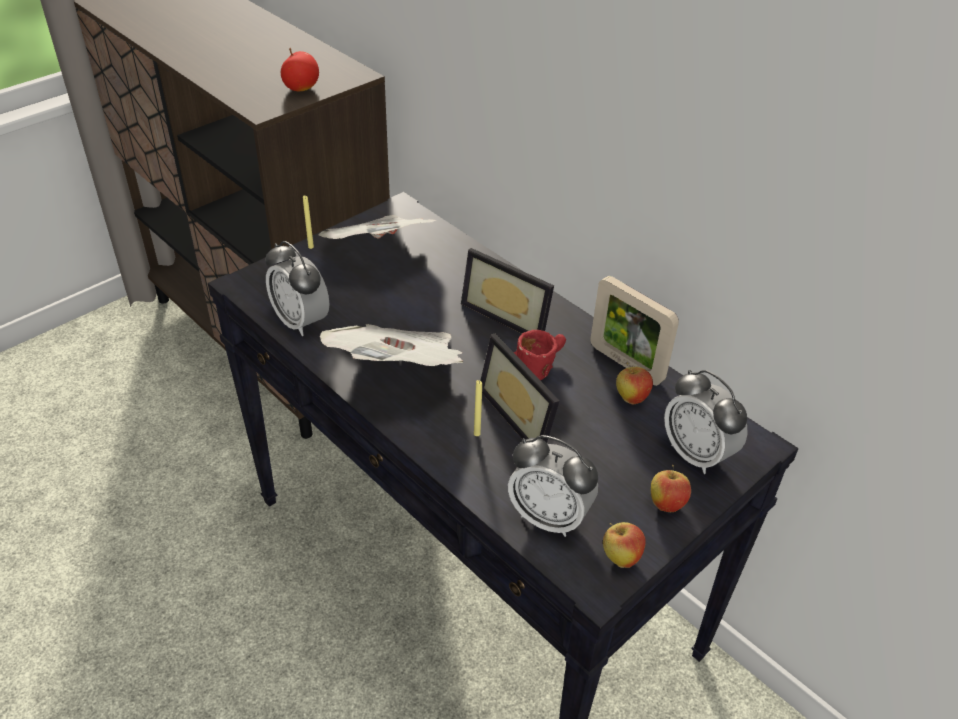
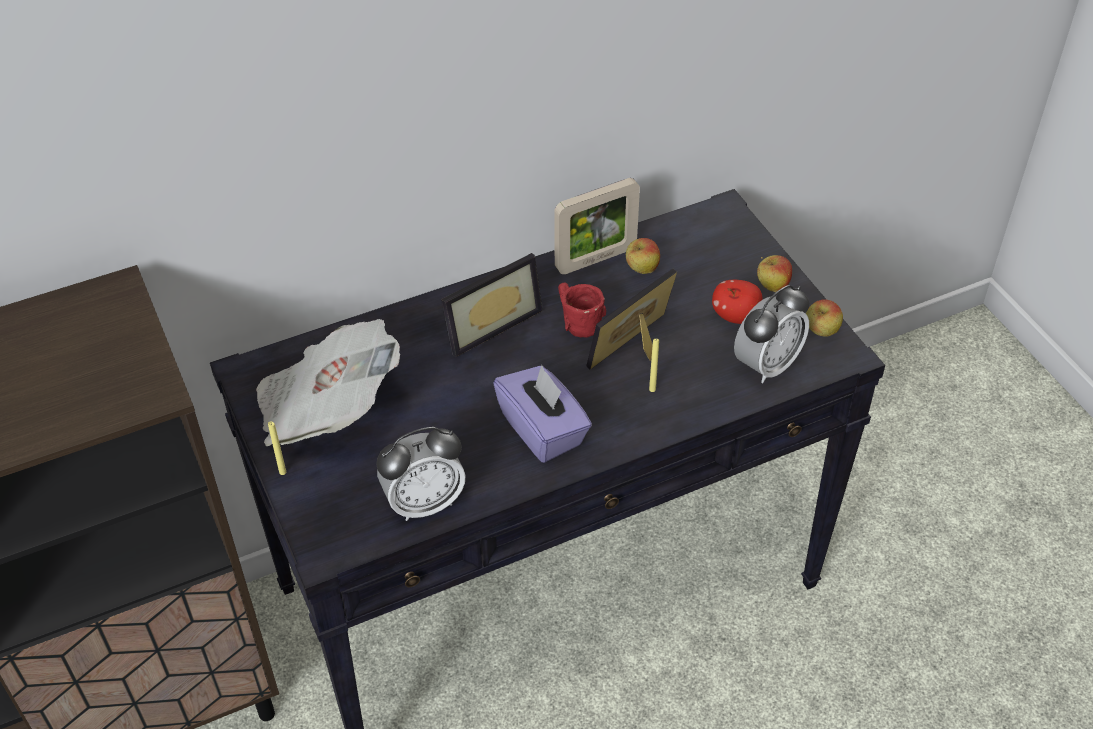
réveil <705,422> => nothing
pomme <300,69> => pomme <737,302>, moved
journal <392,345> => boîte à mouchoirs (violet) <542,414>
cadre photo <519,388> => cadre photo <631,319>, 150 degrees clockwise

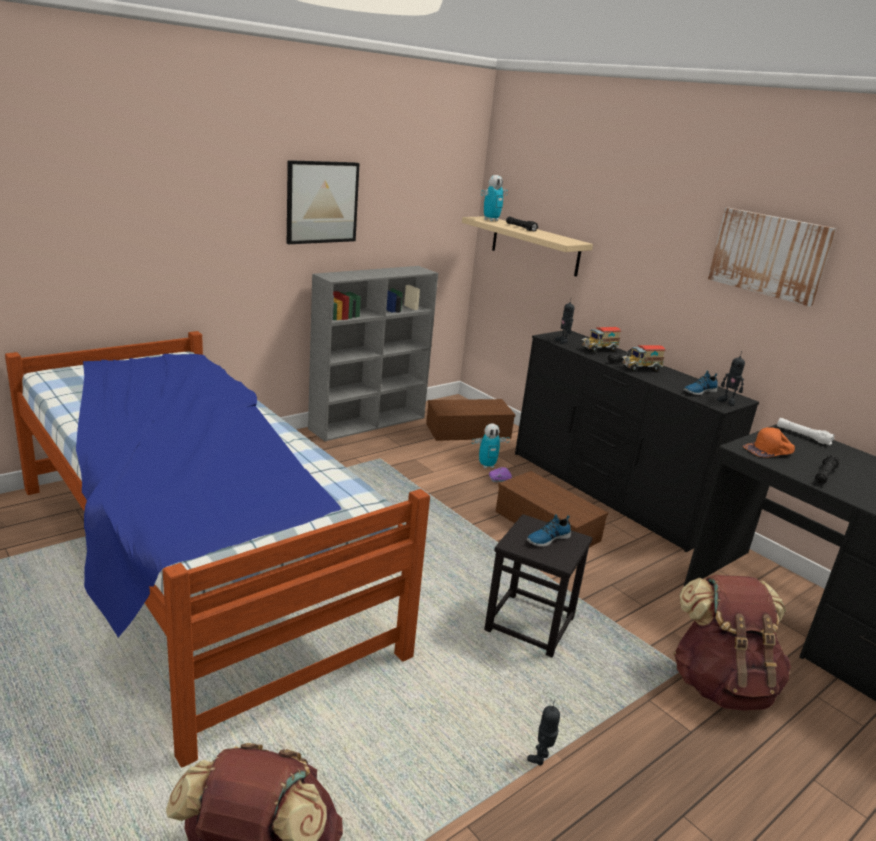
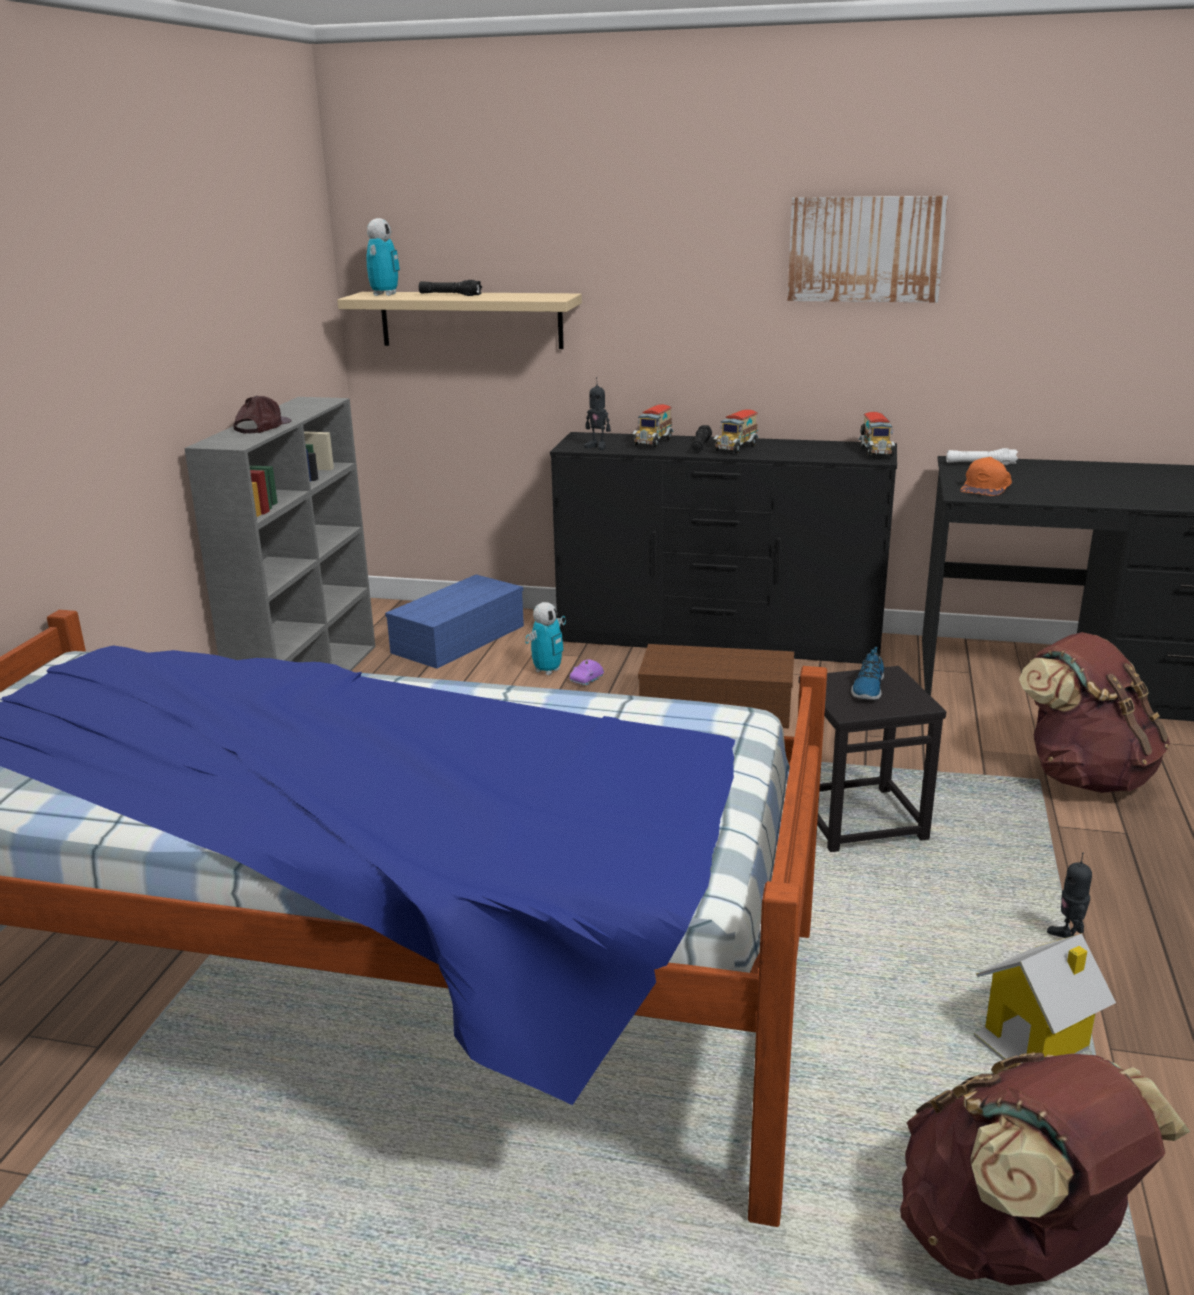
tableau <323,202> => nothing
chaussure <700,382> => nothing
lampe de poche (noir) <827,469> => nothing
nothing => casquette (marron) <262,414>
nothing => maison miniature <1045,1000>
robot jouet <731,378> => camion jouet <876,434>
boîte de rangement (marron) <470,420> => boîte de rangement (bleu) <454,622>

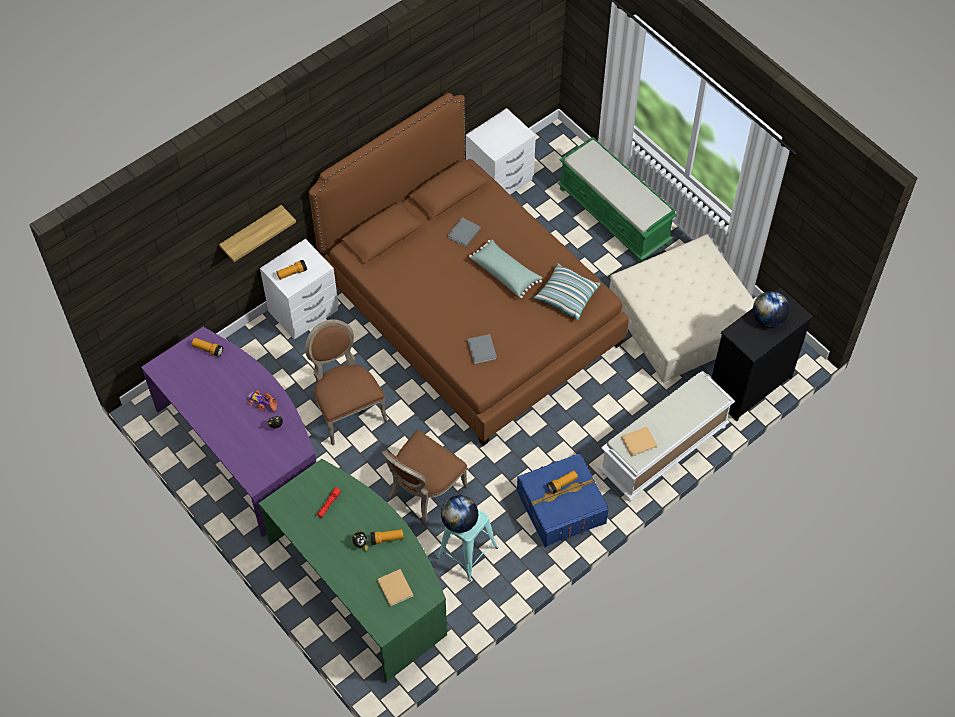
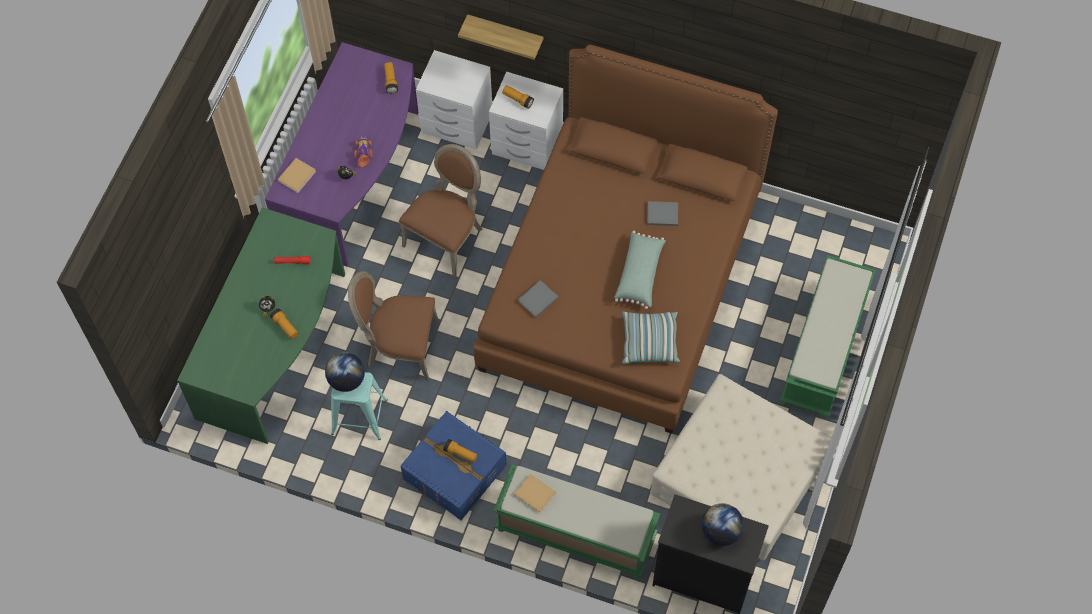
livre (beige) <395,588> => livre (beige) <297,175>, moved
table de chevet (blanc) <501,151> => table de chevet (blanc) <454,100>, moved
banc (blanc) <666,435> => banc (vert) <576,521>

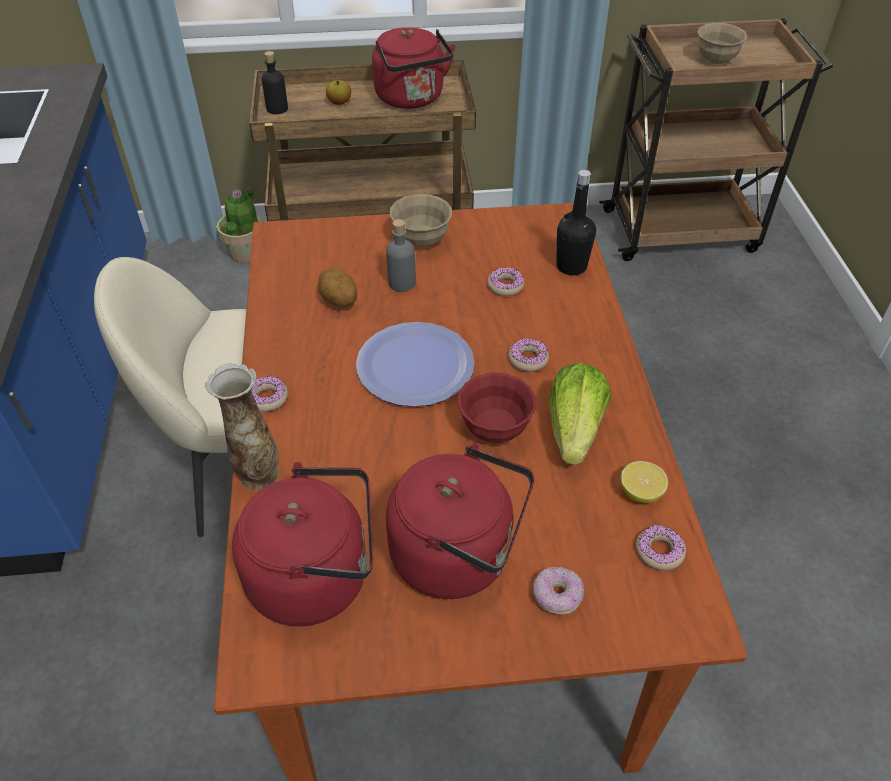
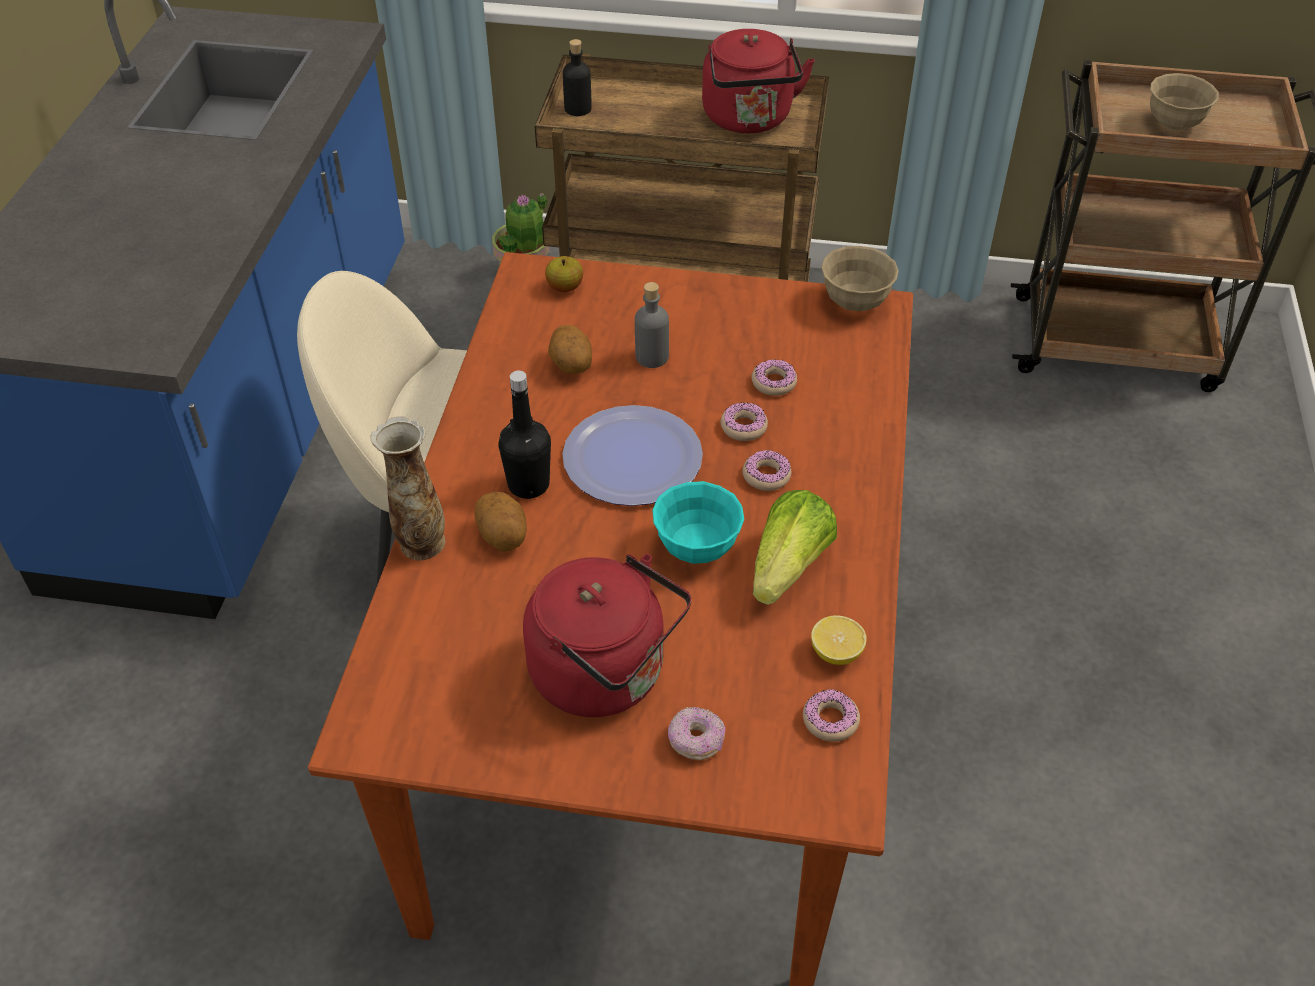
bouilloire (rouge) <302,544> => nothing
nothing => pomme de terre <501,522>
beignet <269,394> => beignet <744,421>, moved
pomme <338,92> => pomme <564,274>, moved
bol (beige) <421,220> => bol (beige) <860,278>, moved
bouteille (noir) <576,222> => bouteille (noir) <524,434>, moved
bol (rouge) <497,407> => bol (turquoise) <698,522>

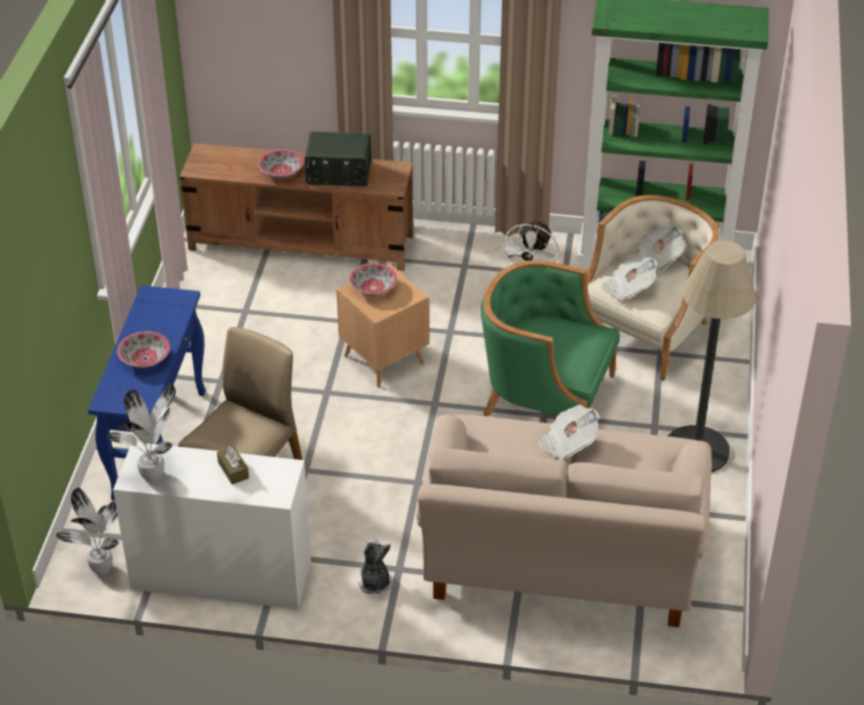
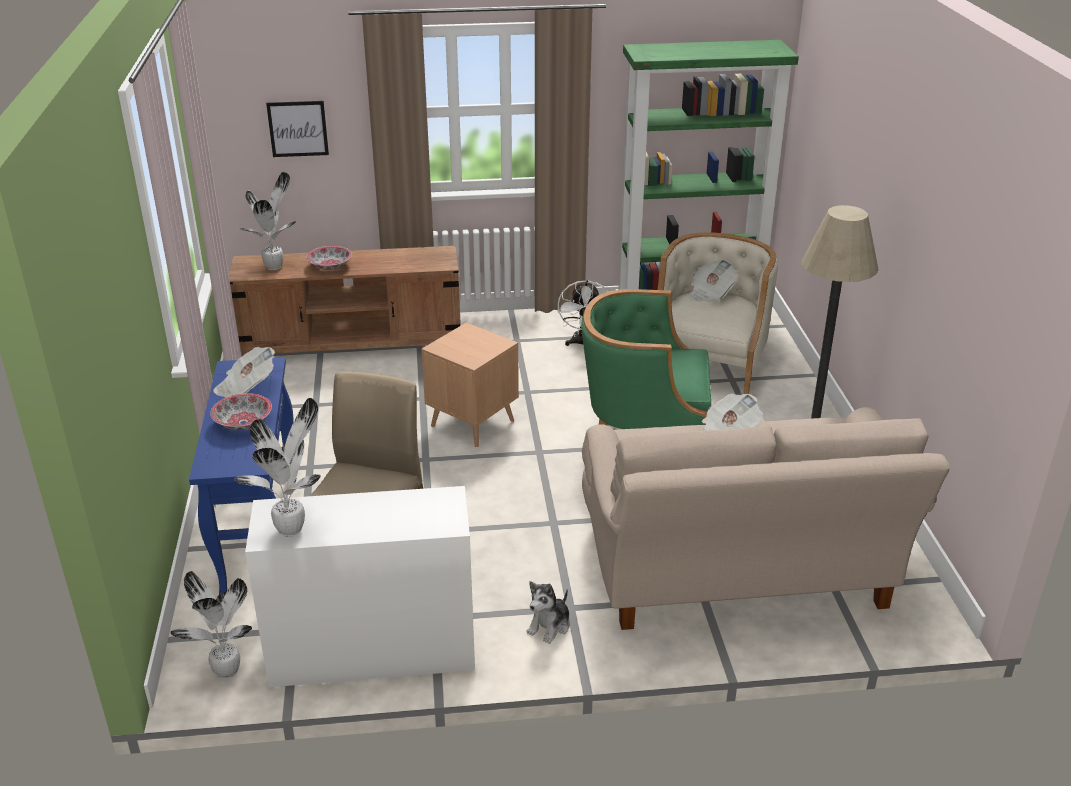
boîte à mouchoirs (marron) <233,465> => nothing
radio <337,159> => nothing
bol <373,279> => nothing
nothing => plante en pot <267,221>
nothing => tableau <297,129>
journal <630,278> => journal <244,372>, moved
peluche <375,566> => peluche <548,612>, 120 degrees counterclockwise

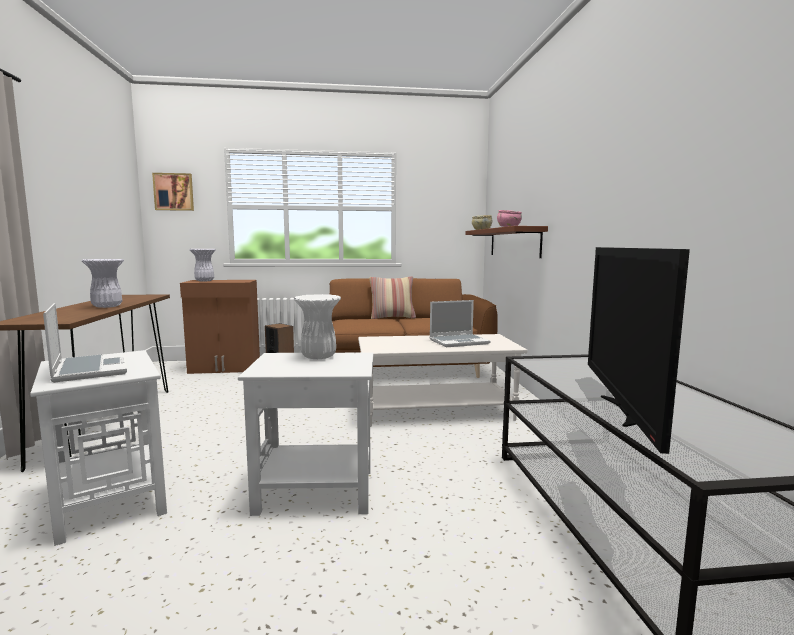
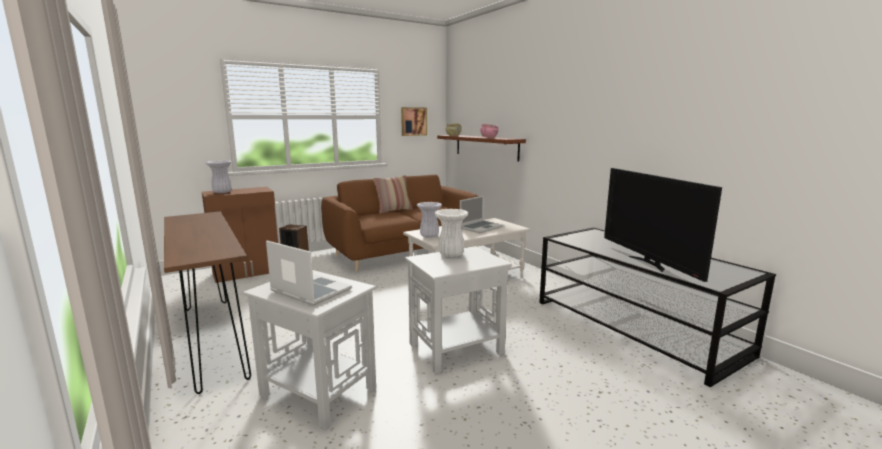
vase (blanc) <102,283> => vase (blanc) <429,220>, moved
tableau <173,192> => tableau <414,121>, moved

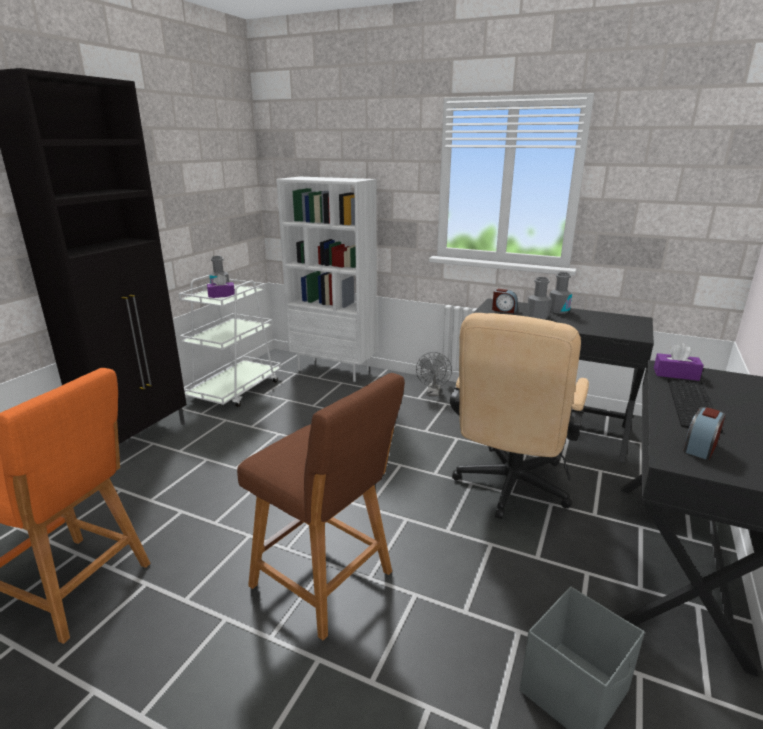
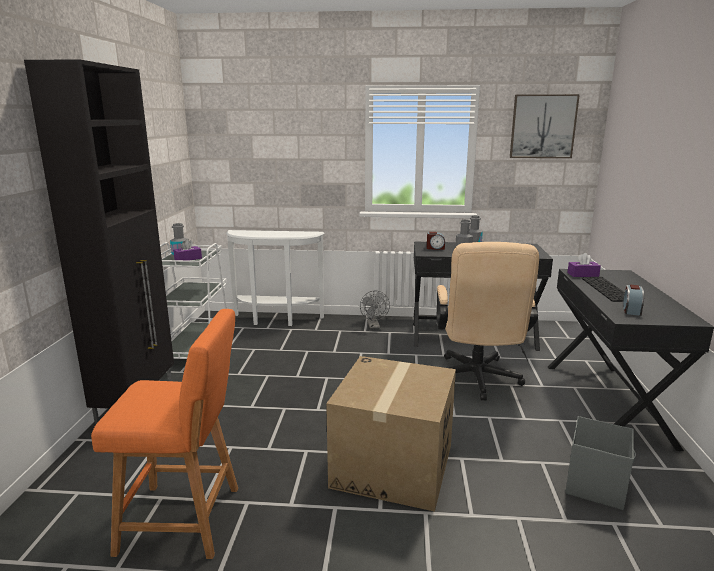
nothing => tableau <545,126>
tabouret (marron) <321,506> => carton <391,434>
bibliothèque (blanc) <326,279> => table console (blanc) <275,278>

